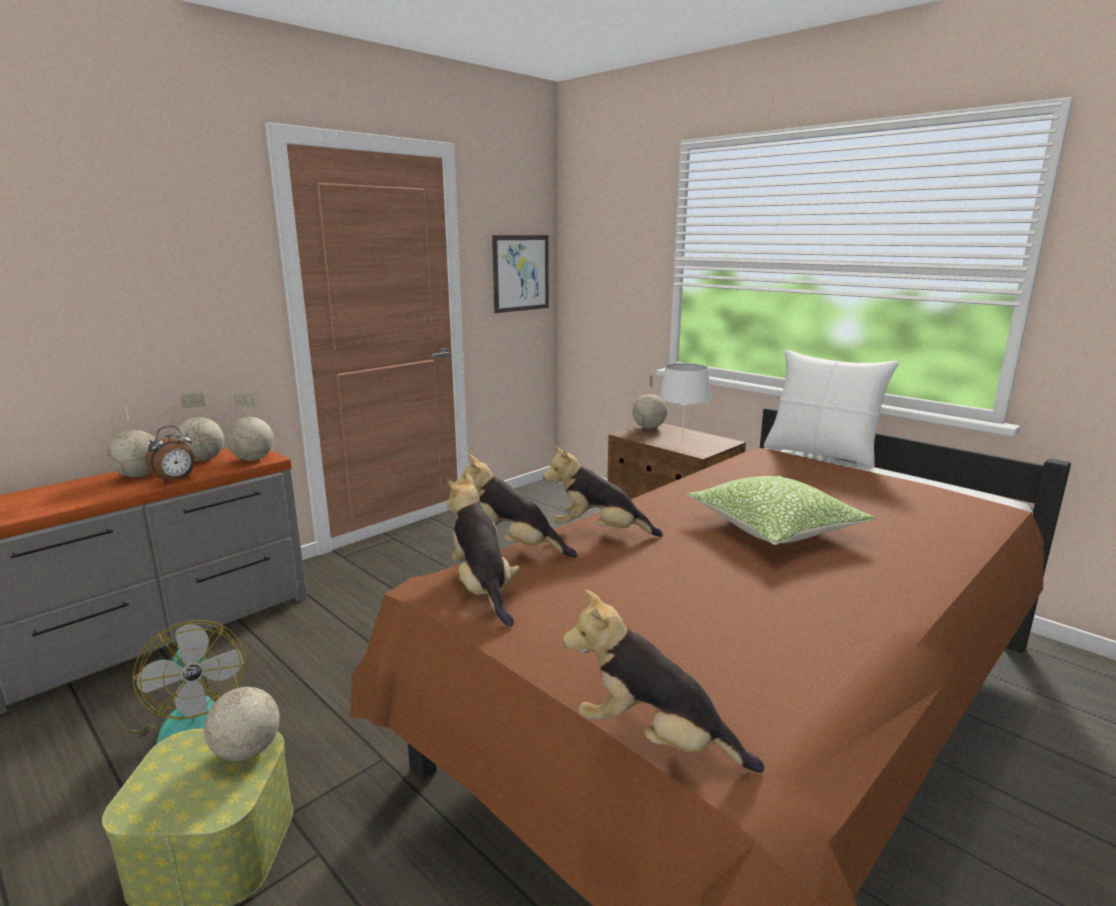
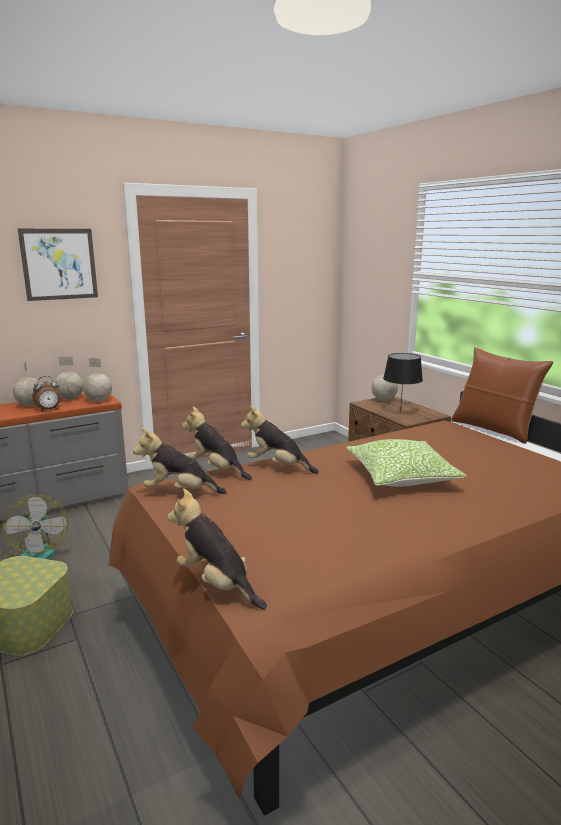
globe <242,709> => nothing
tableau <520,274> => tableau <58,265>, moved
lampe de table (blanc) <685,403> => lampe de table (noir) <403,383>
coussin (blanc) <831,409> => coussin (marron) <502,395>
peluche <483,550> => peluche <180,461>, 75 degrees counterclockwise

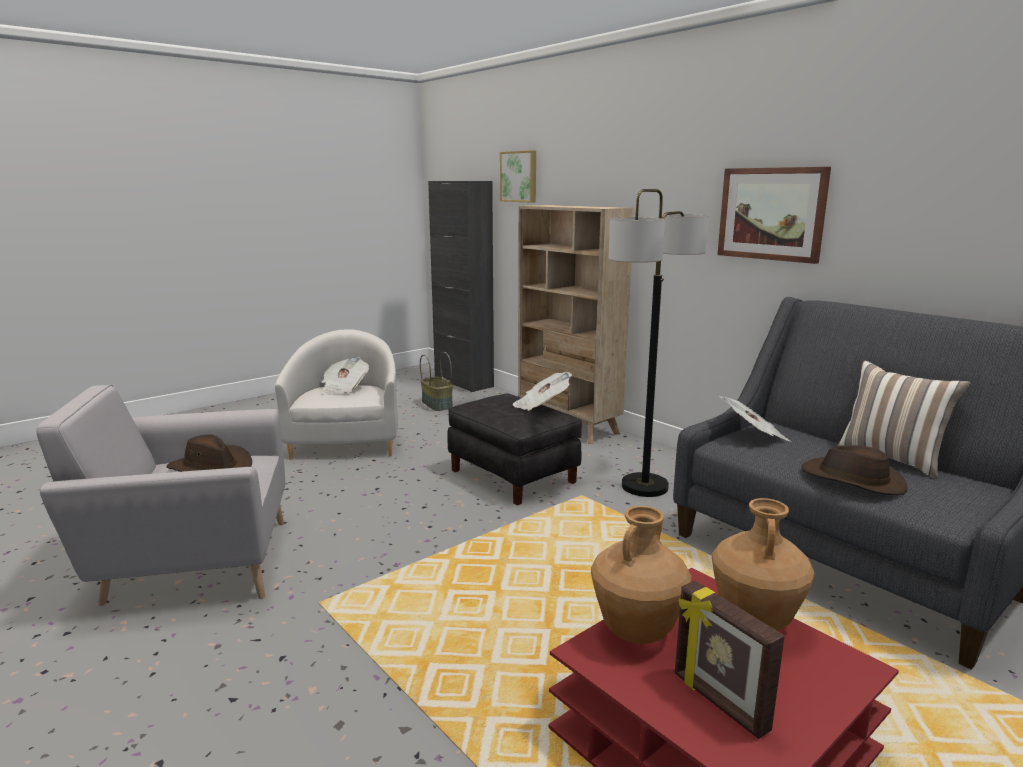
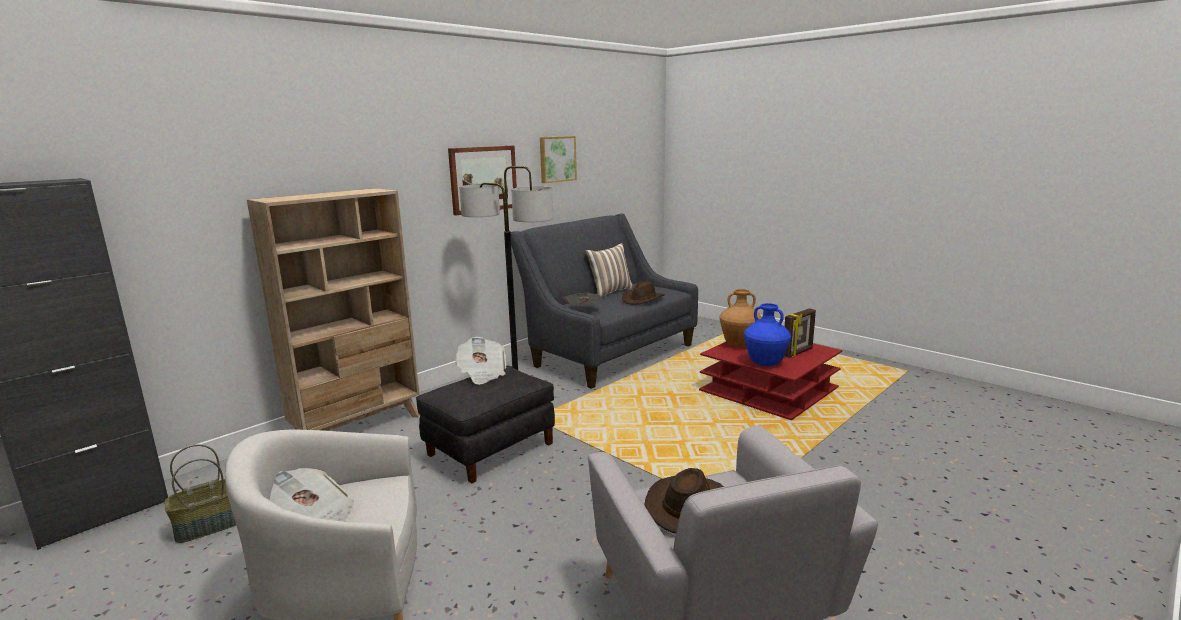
tableau <518,176> => tableau <558,159>, moved
vase (marron) <641,575> => vase (bleu) <767,334>

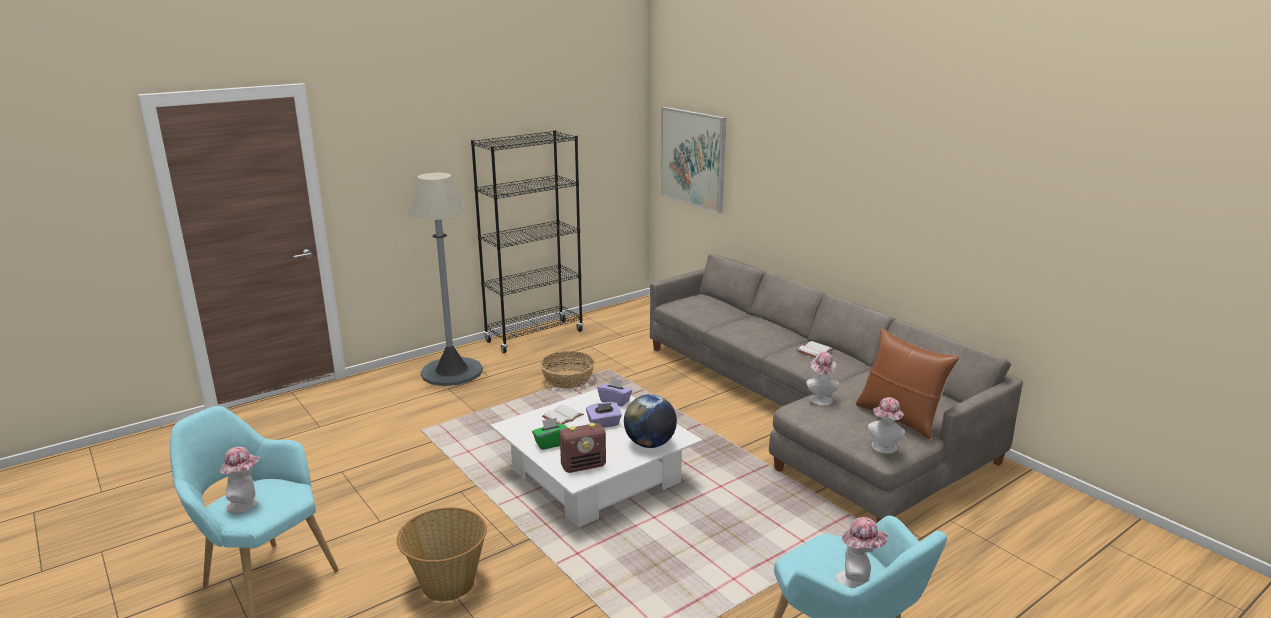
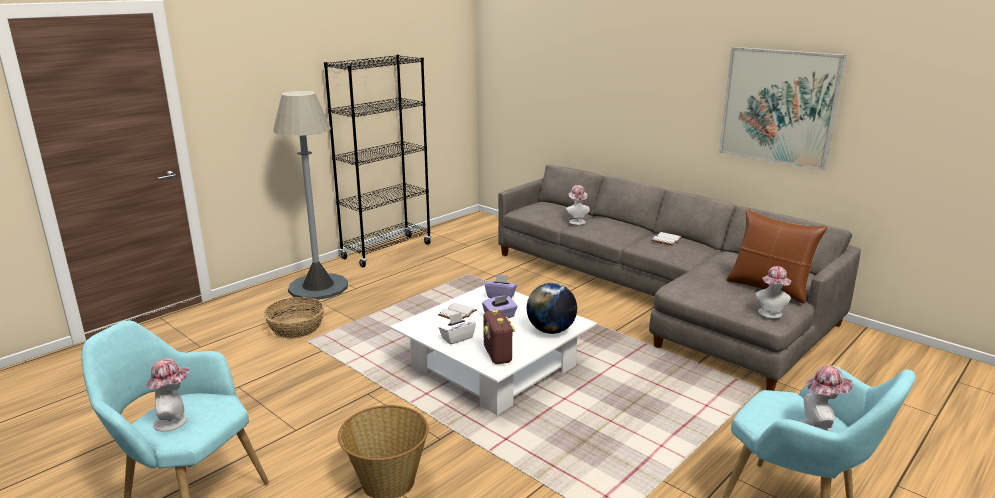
panier <567,370> => panier <294,318>, moved
tableau <693,160> => tableau <782,109>, moved
chapeau <822,379> => chapeau <578,205>, moved
boîte à mouchoirs (vert) <550,434> => boîte à mouchoirs (blanc) <457,328>
radio <583,448> => radio <499,336>, 105 degrees clockwise

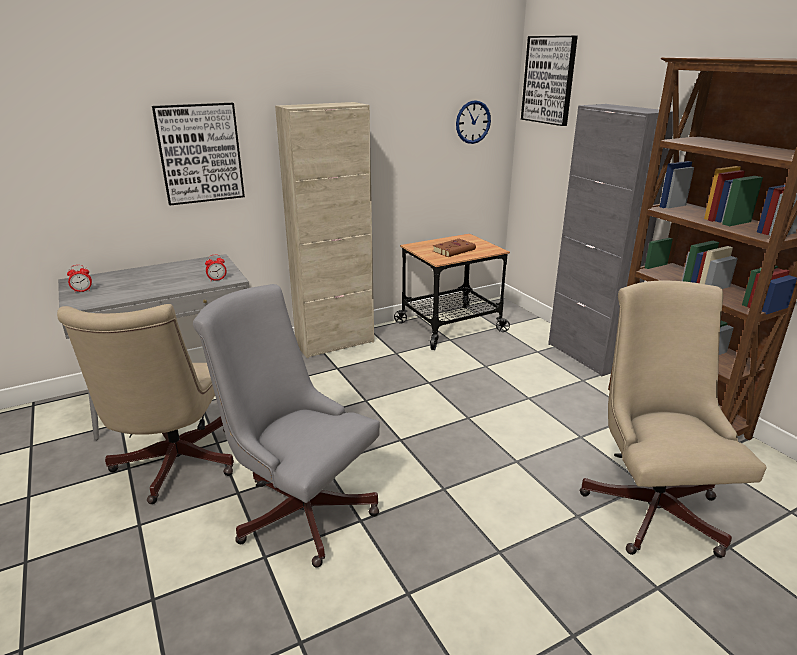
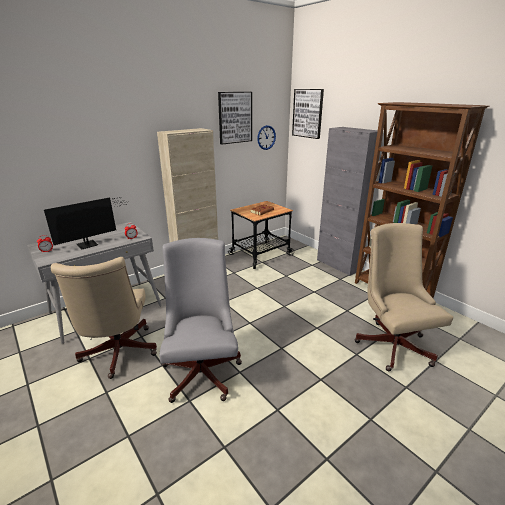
nothing => écran d'ordinateur <85,223>
tableau <198,154> => tableau <235,118>, moved
chaise de bureau (gris) <286,426> => chaise de bureau (gris) <200,320>, 60 degrees clockwise

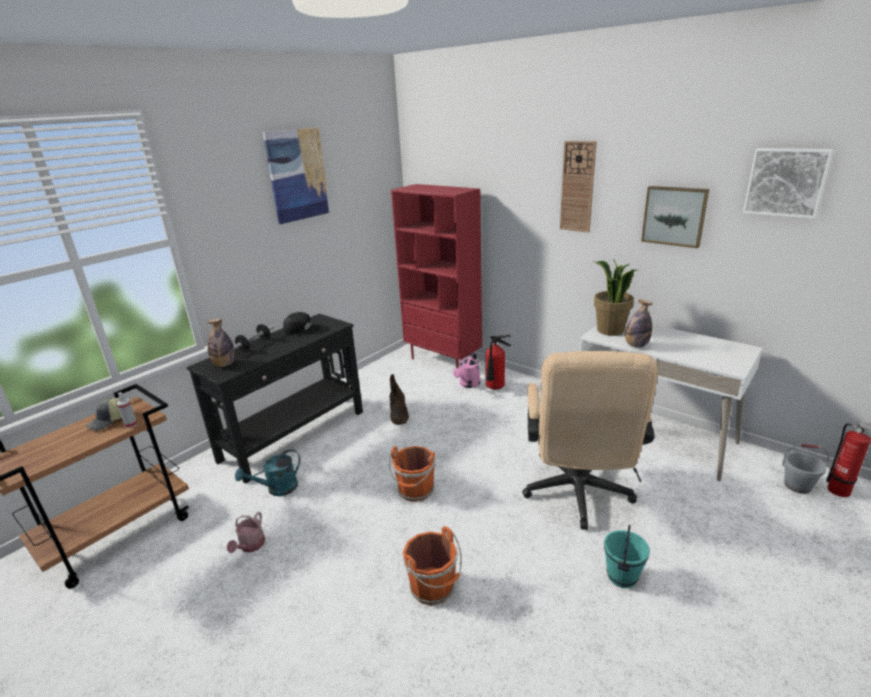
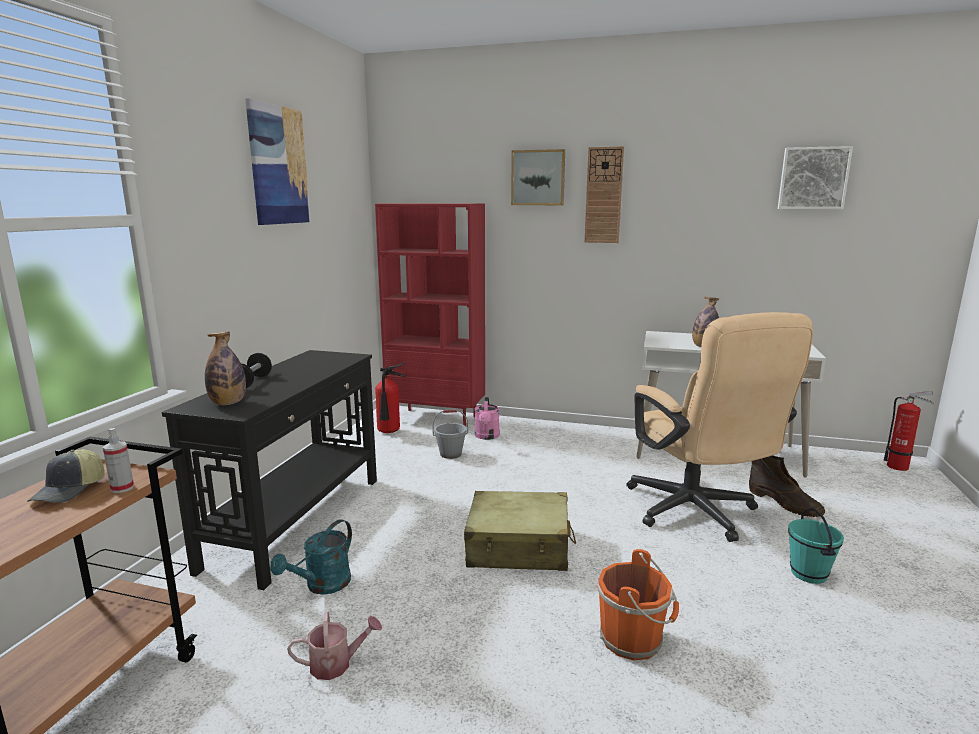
casquette (noir) <302,324> => nothing
plante en pot <615,297> => nothing
botte (marron) <399,399> => botte (marron) <787,486>, moved
extincteur <498,362> => extincteur <390,398>, moved
tableau <675,217> => tableau <538,177>, moved
seau (gris) <805,469> => seau (gris) <450,434>, moved
seau (orange) <412,474> => valise (beige) <520,531>
arrosoir <246,532> => arrosoir <334,646>, 90 degrees counterclockwise

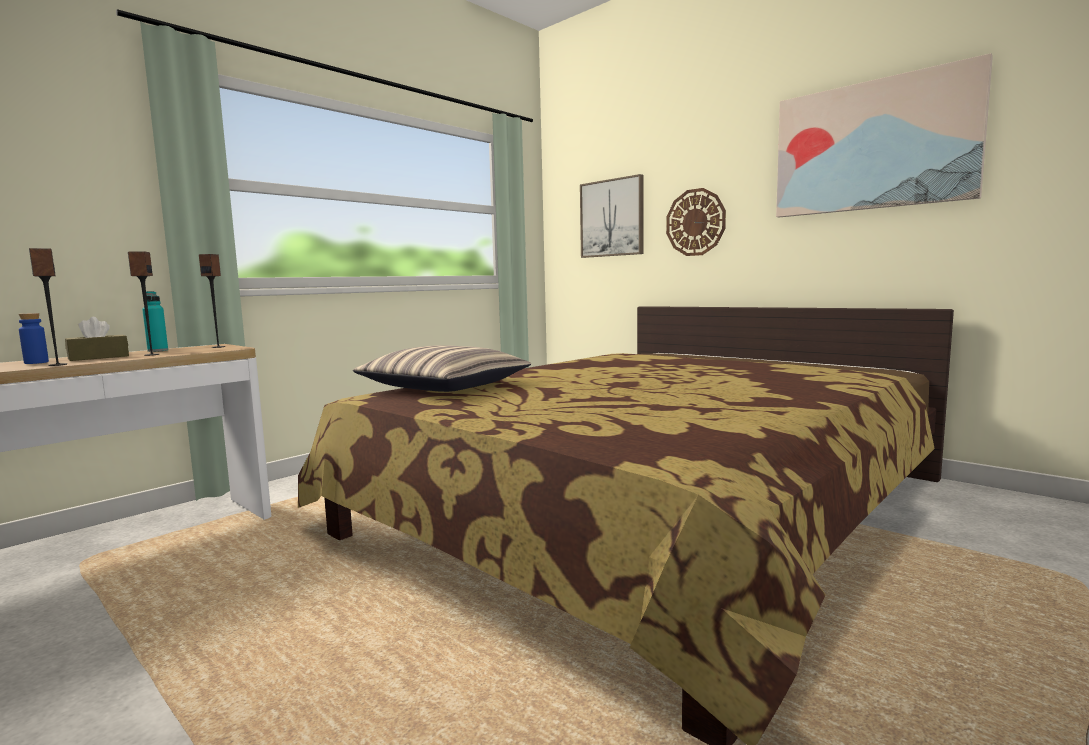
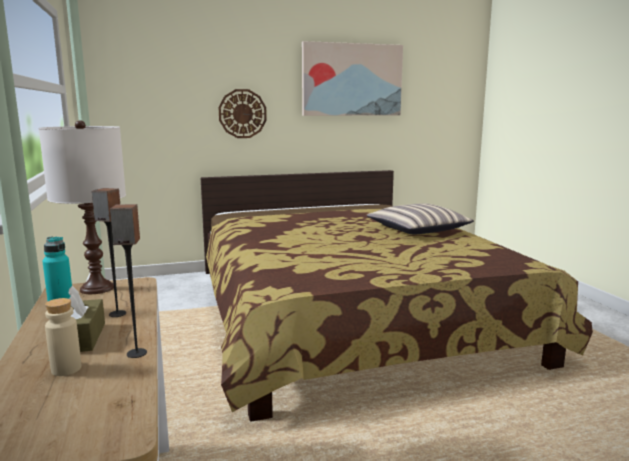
tableau <612,216> => nothing
coussin <442,368> => coussin <420,218>, moved
enceinte <212,301> => lampe de table (blanc) <82,207>
bouteille (bleu) <34,338> => bouteille (beige) <63,337>

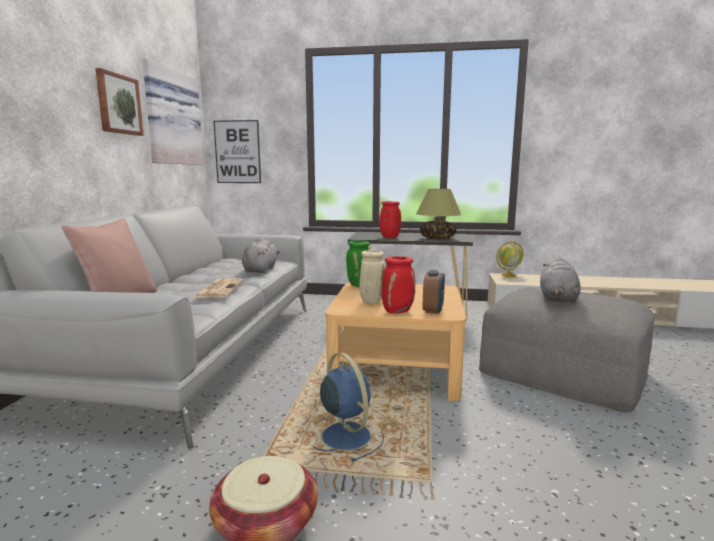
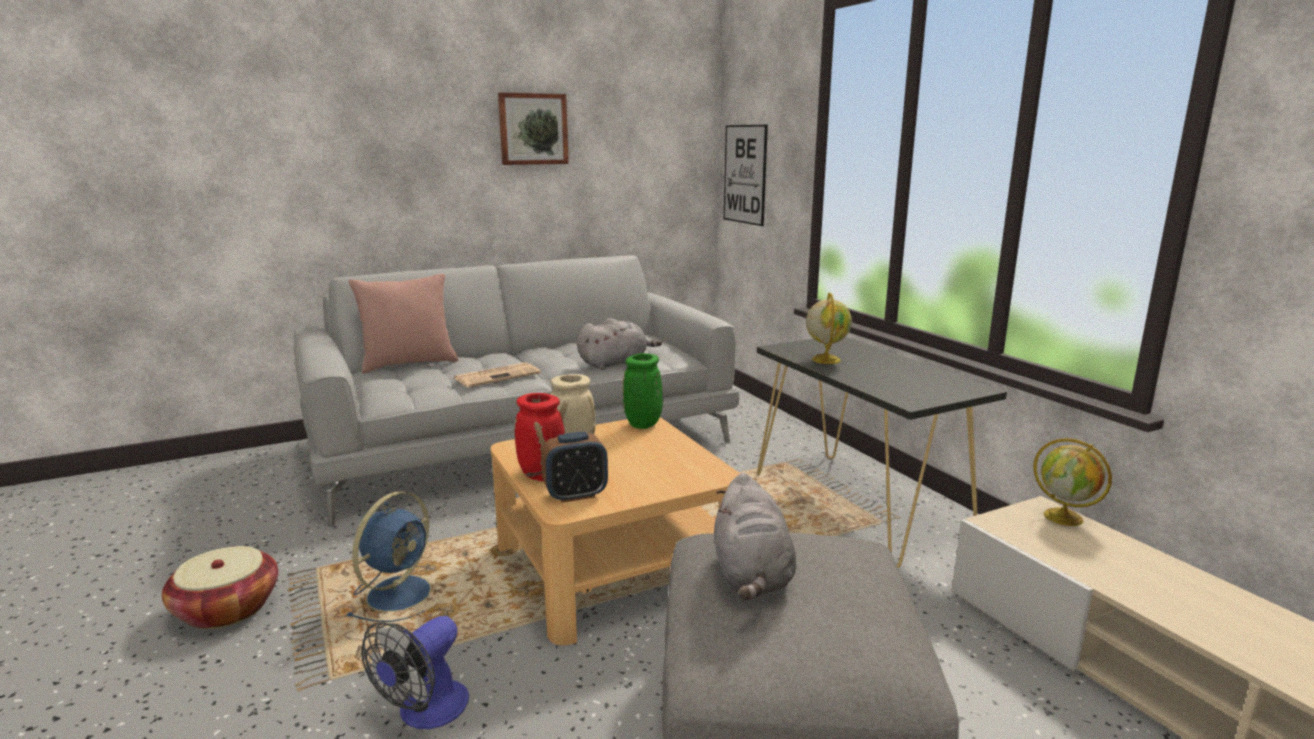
tableau <173,111> => nothing
lampe de table <439,214> => nothing
nothing => ventilateur <415,672>
vase (rouge) <390,219> => globe <829,328>
peluche (gris) <560,279> => peluche (gris) <755,536>, 75 degrees counterclockwise

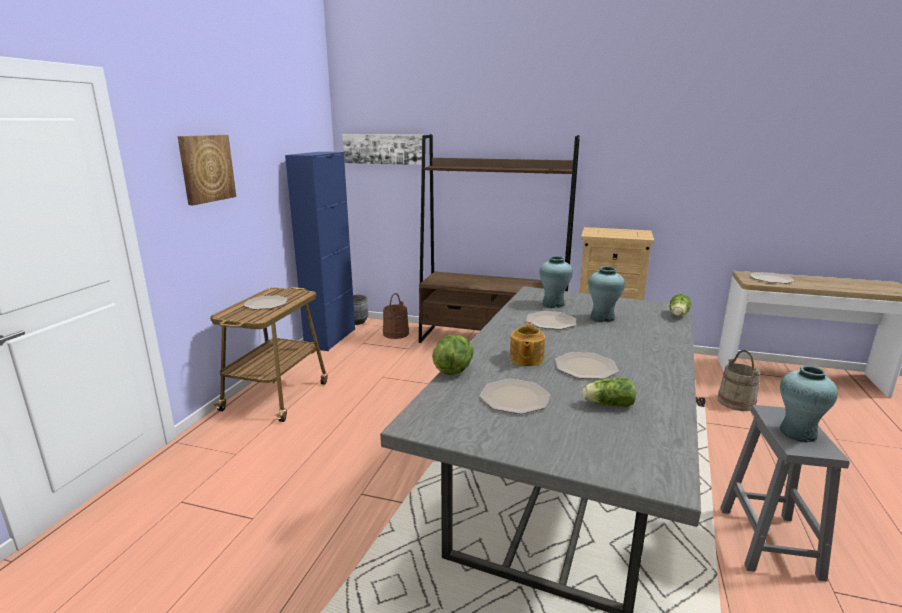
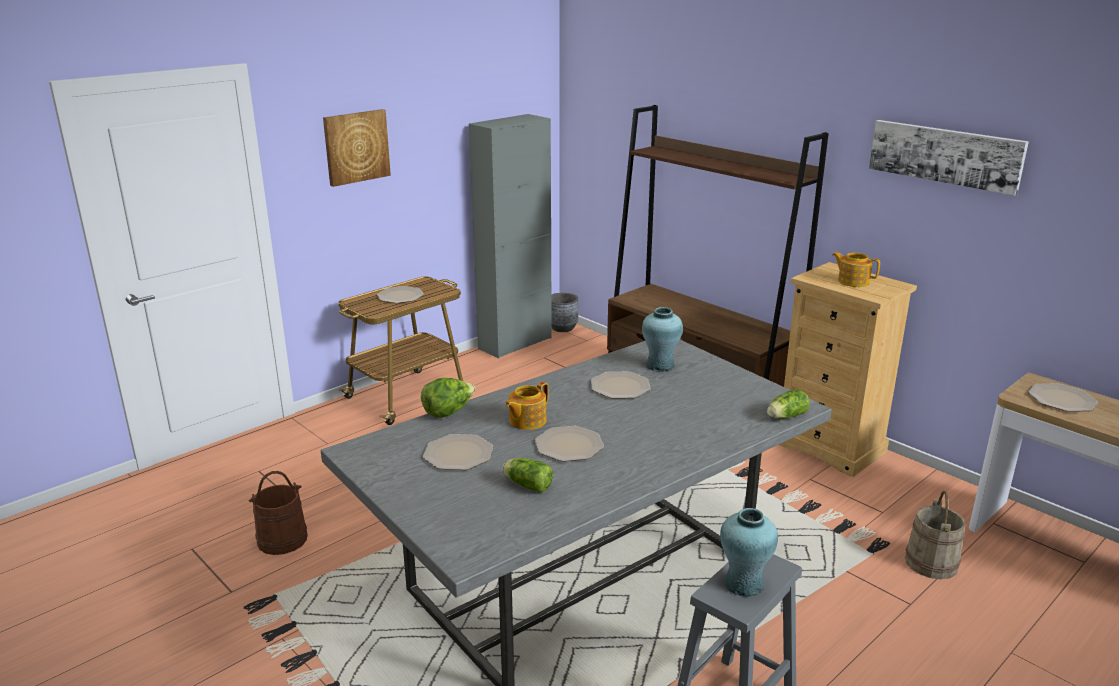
vase (turquoise) <606,294> => nothing
nothing => théière <856,269>
tableau <382,149> => tableau <949,158>, moved
seau (marron) <396,316> => seau (marron) <278,513>, moved
meuble de rangement (bleu) <320,251> => meuble de rangement (gris) <510,236>

